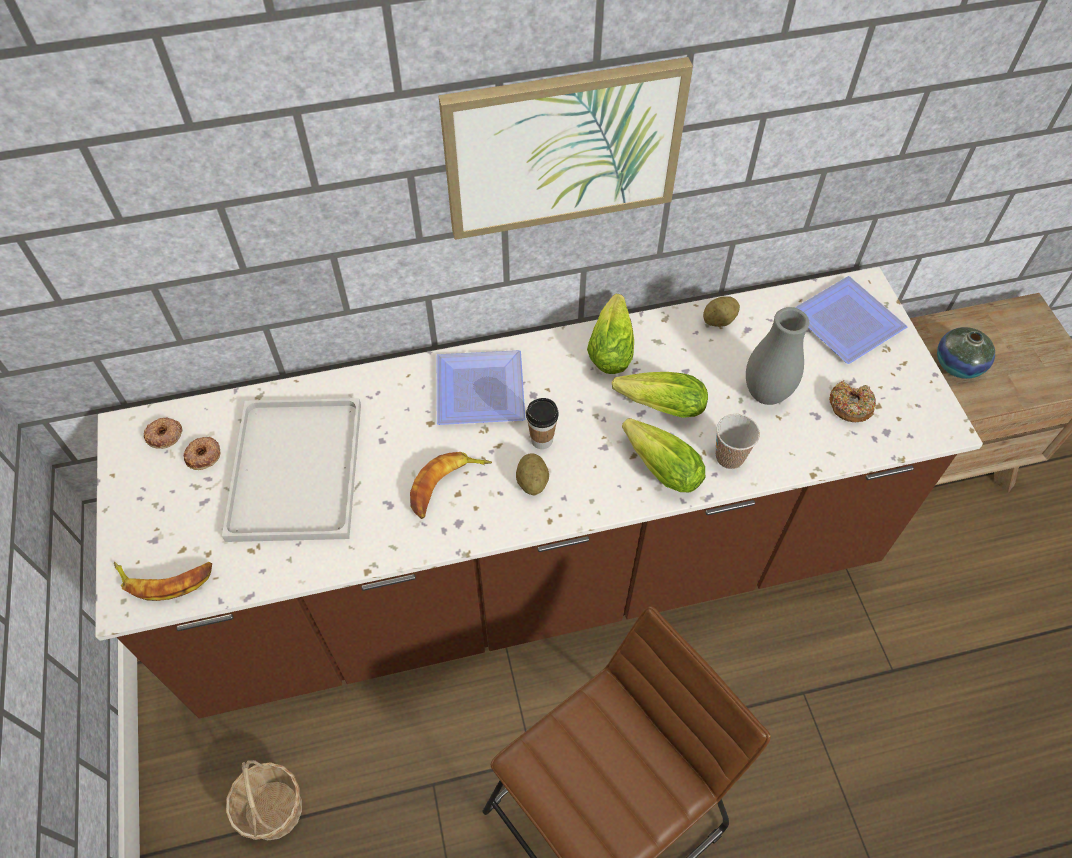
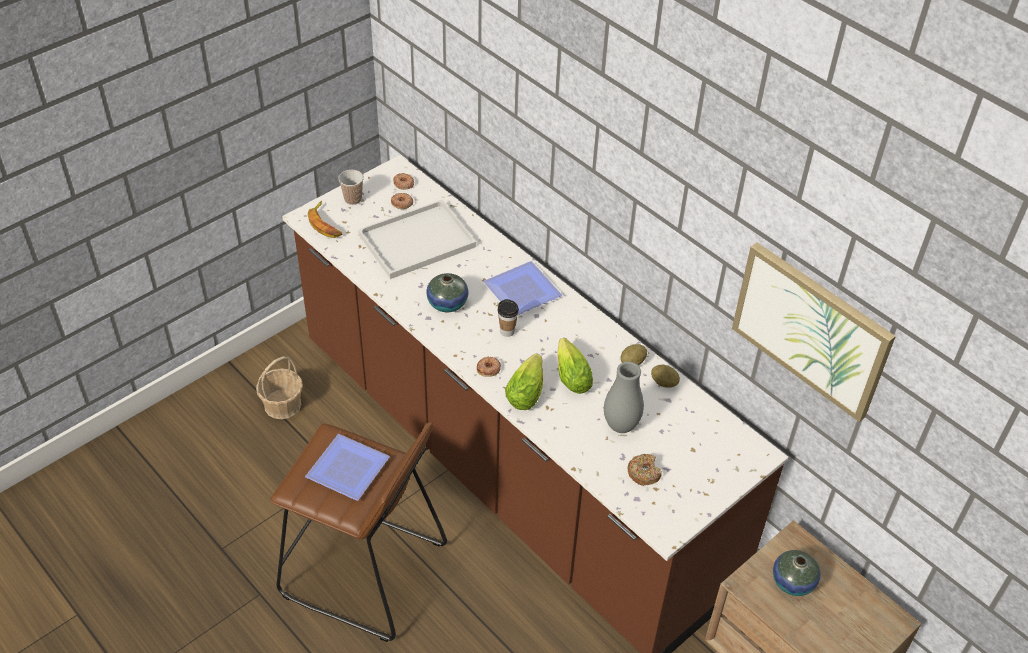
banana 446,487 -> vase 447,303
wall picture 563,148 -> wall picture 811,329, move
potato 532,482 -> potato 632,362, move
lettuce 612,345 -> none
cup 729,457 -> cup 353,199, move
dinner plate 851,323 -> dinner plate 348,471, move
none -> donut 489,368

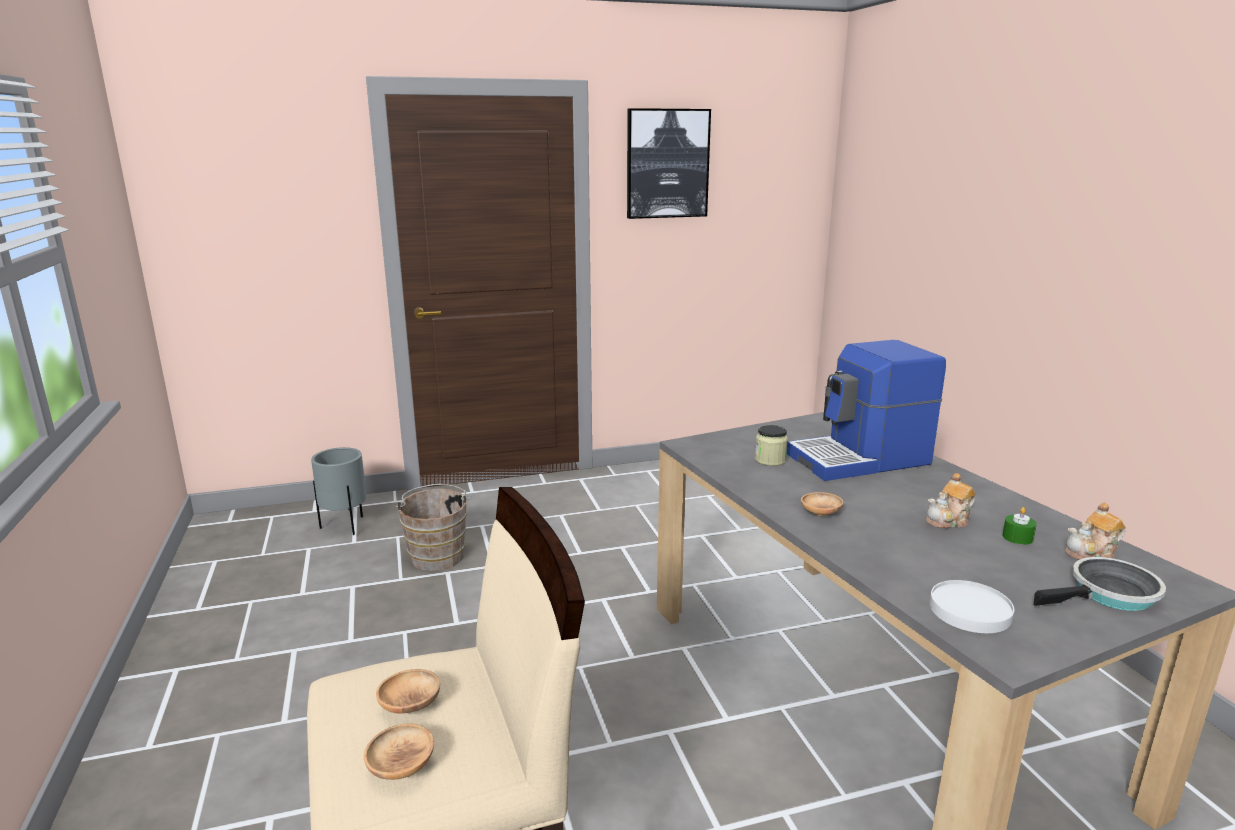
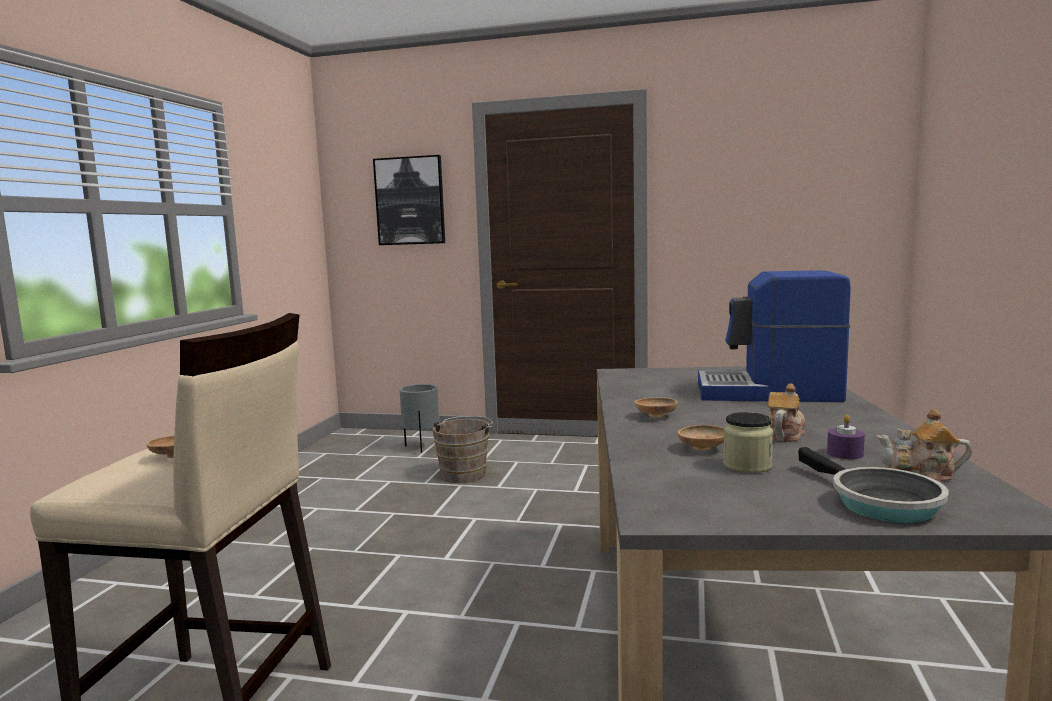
brown-coloured bowl 401,767 -> brown-coloured bowl 703,449, move
wall picture 667,164 -> wall picture 410,201, move
storage jar 770,460 -> storage jar 747,465, move
teapot 949,521 -> teapot 784,435, 120 degrees clockwise
white-coloured dinner plate 970,611 -> none
greenish wax candle 1017,537 -> purple-coloured wax candle 845,453
skillet 1108,594 -> skillet 878,502, 60 degrees clockwise

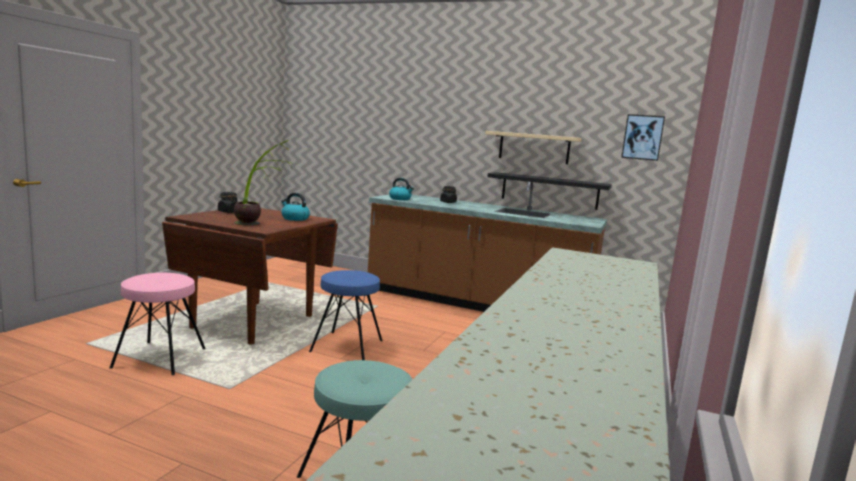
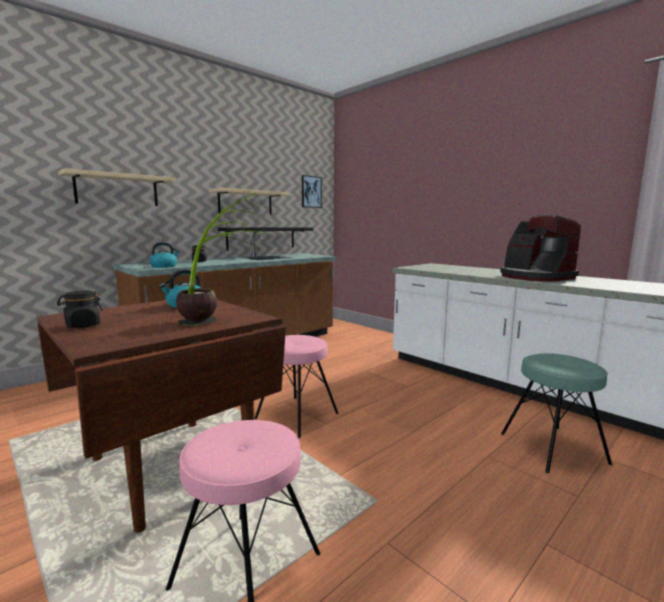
blue-coloured stool seat 347,346 -> pinkish stool seat 297,416
none -> beige-coloured shelf 117,190
none -> coffee maker 534,277

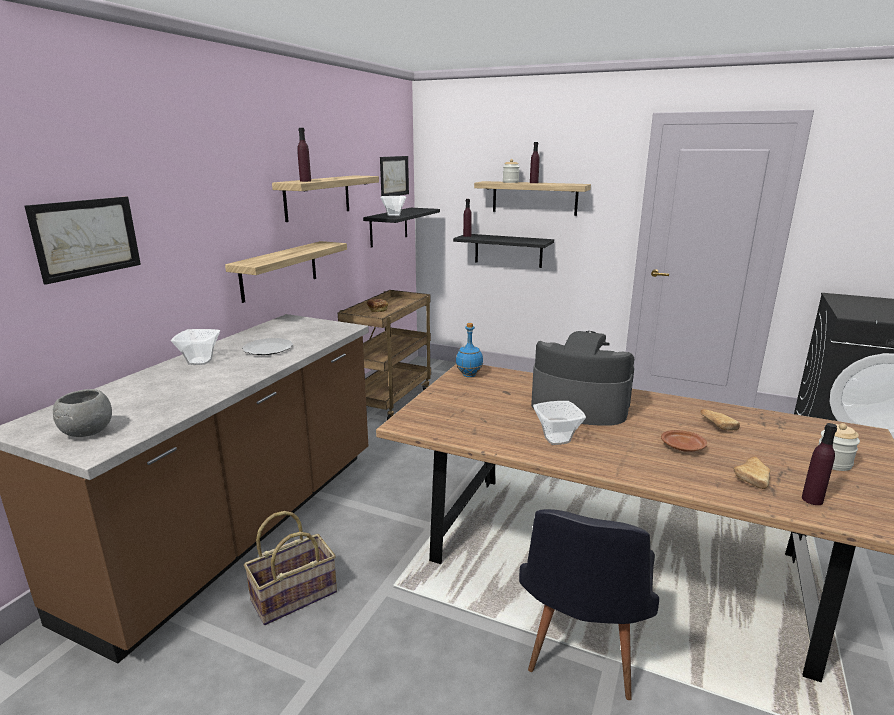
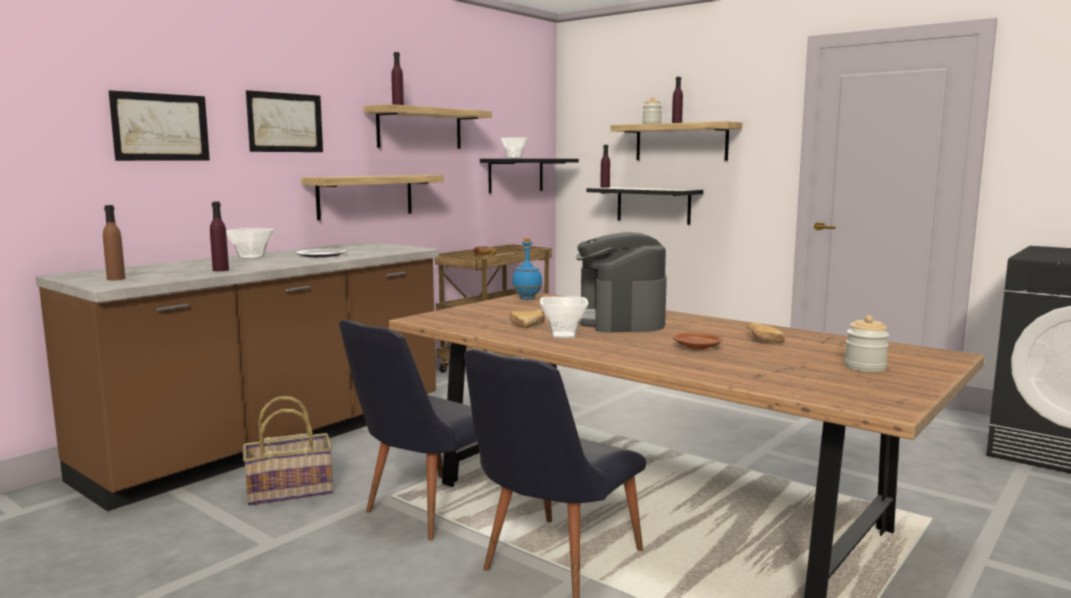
grey bowl 88,432 -> brown-coloured bottle 116,279
wall picture 394,176 -> wall picture 285,122, move
coffee maker 579,406 -> coffee maker 619,320, 135 degrees counterclockwise
baked bread 752,477 -> baked bread 530,324, move
purple-coloured bottle 812,499 -> purple-coloured bottle 220,270, move
none -> blackish chair 425,511

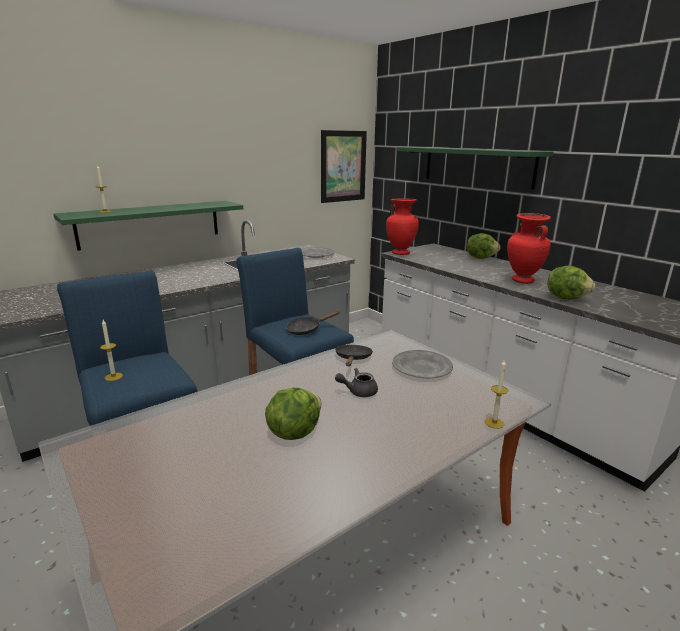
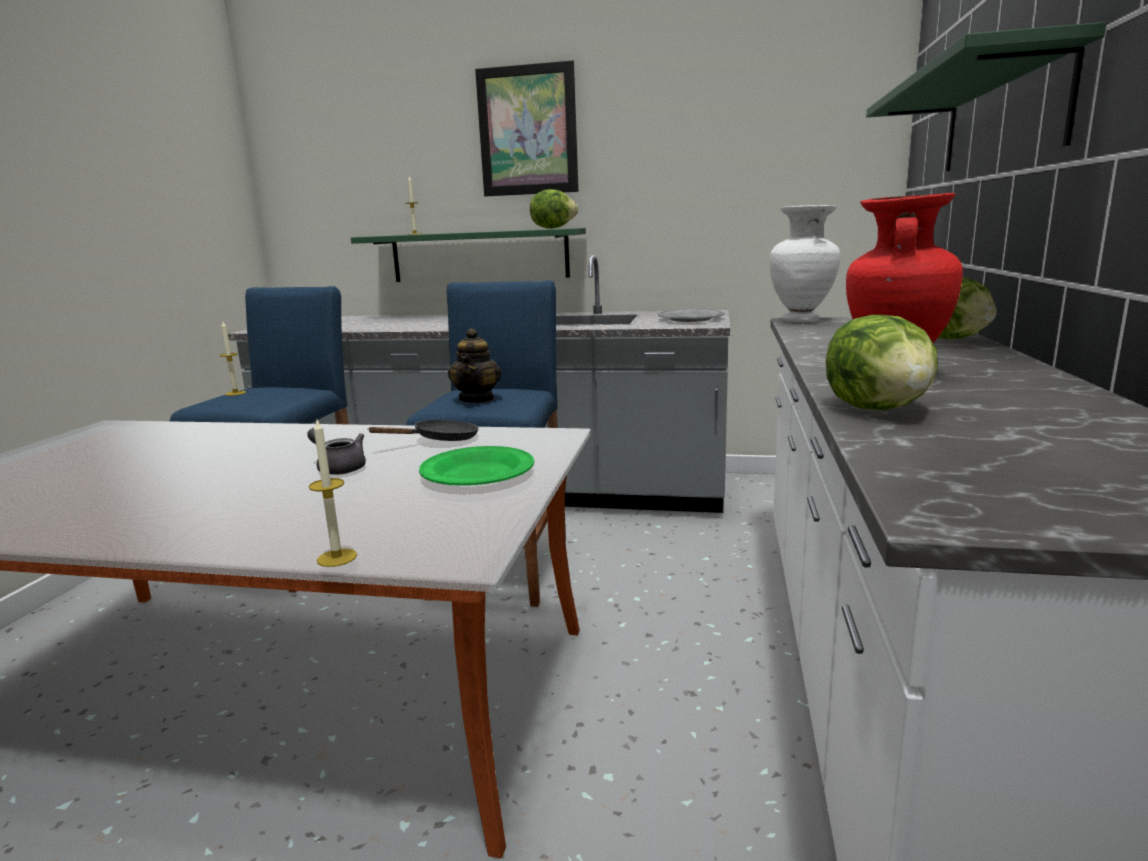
lettuce 293,432 -> lettuce 553,228, move
blackish skillet 307,329 -> teapot 477,399
wall picture 343,166 -> wall picture 528,131, move
red-coloured vase 400,253 -> white-coloured vase 801,321
grey dinner plate 421,367 -> greenish dinner plate 477,473

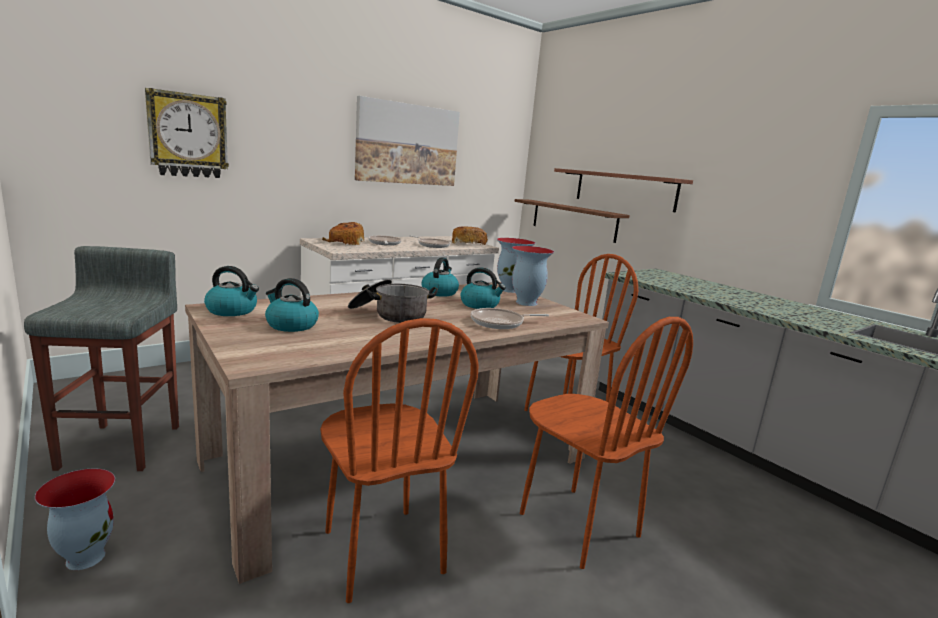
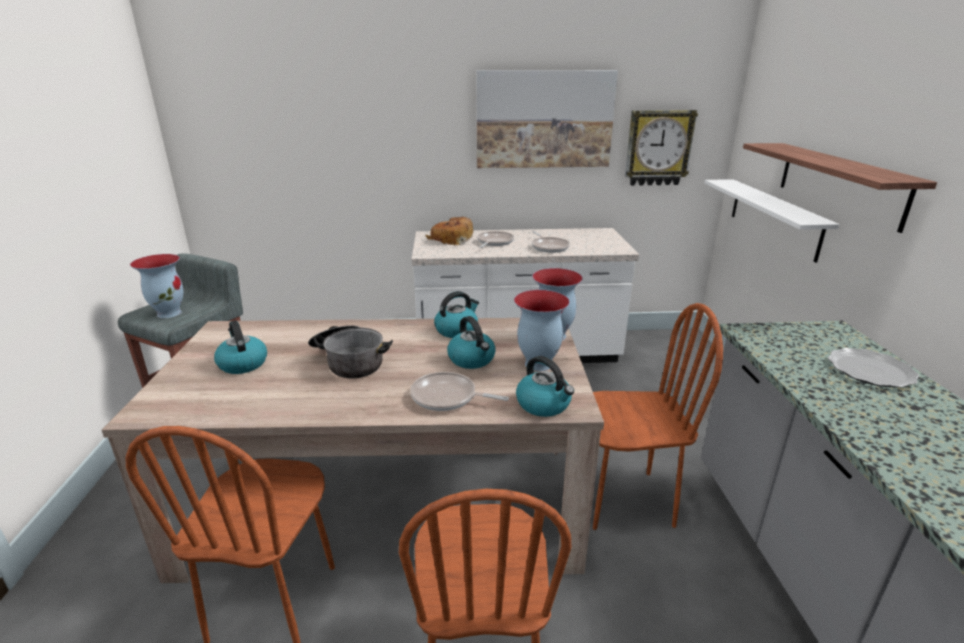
vase 85,557 -> vase 169,313, move
clock on the wall 188,135 -> clock on the wall 658,148, move
kettle 232,311 -> kettle 544,404, move
baked bread 468,243 -> none
brown-coloured shelf 573,220 -> white-coloured shelf 773,217
none -> dinner plate 870,371

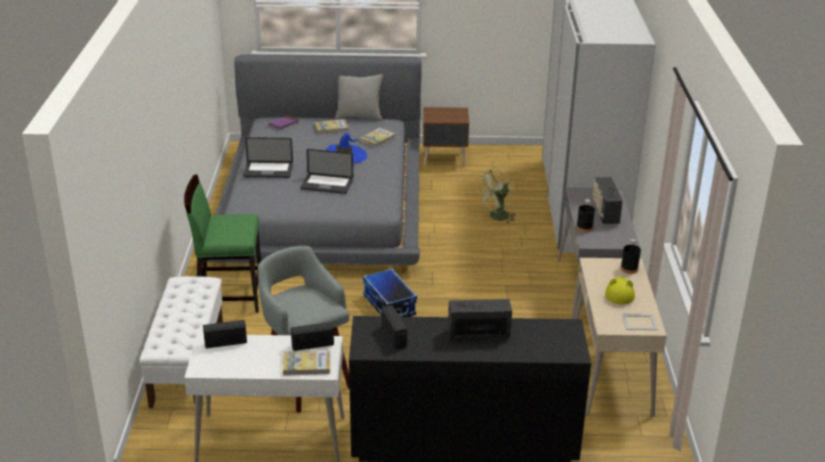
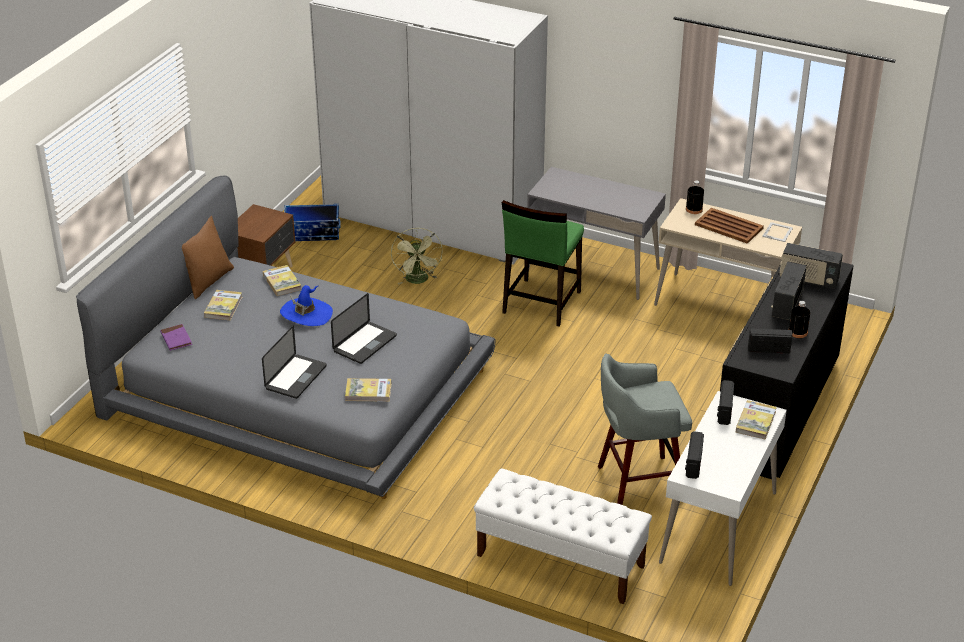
greenish chair 229,296 -> greenish chair 540,303, move
grey cushion 359,117 -> brown-coloured cushion 207,281
storage box 388,306 -> storage box 312,233, move
blackish bottle 584,228 -> blackish bottle 798,332, move
radio receiver 605,213 -> radio receiver 808,280, move
yellow-coloured wearable hat 619,293 -> brown-coloured serving tray 729,227
none -> bound book 368,392

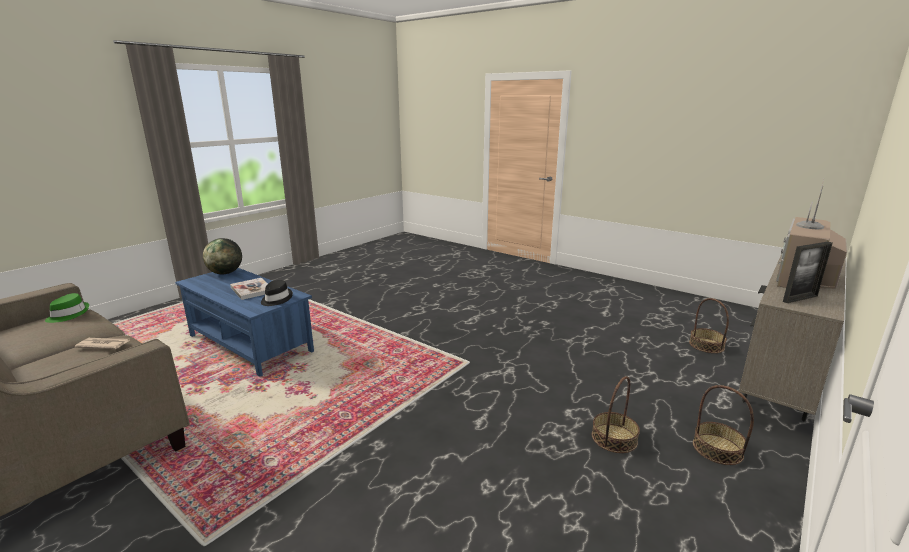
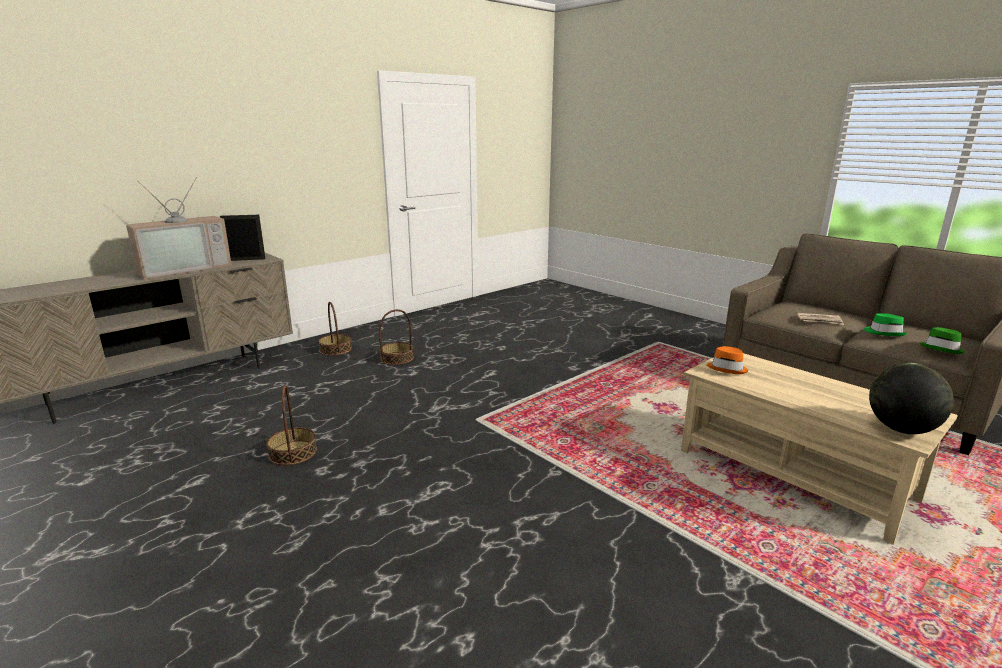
blue-coloured low table 249,344 -> beige-coloured low table 793,474
bound book 252,290 -> none
blackish wearable hat 276,299 -> orangey wearable hat 727,368
storage basket 706,345 -> storage basket 292,452, move
none -> greenish wearable hat 884,333

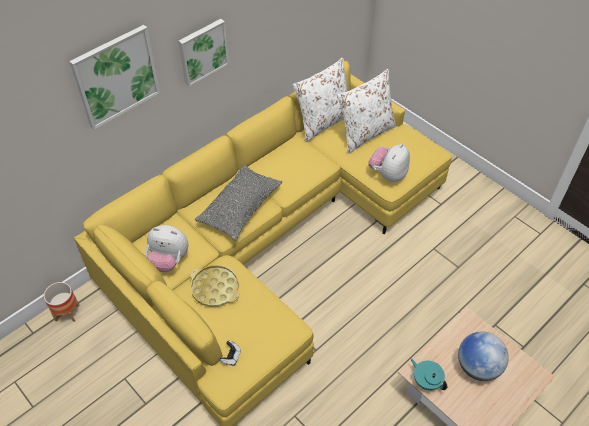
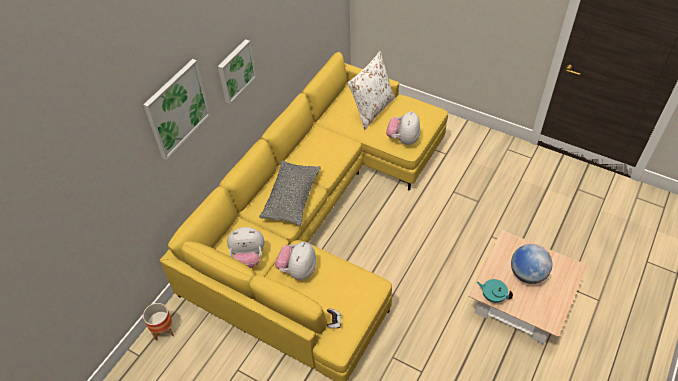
yellow-coloured serving tray 215,288 -> cuddly toy 298,270
white-coloured cushion 323,122 -> none

